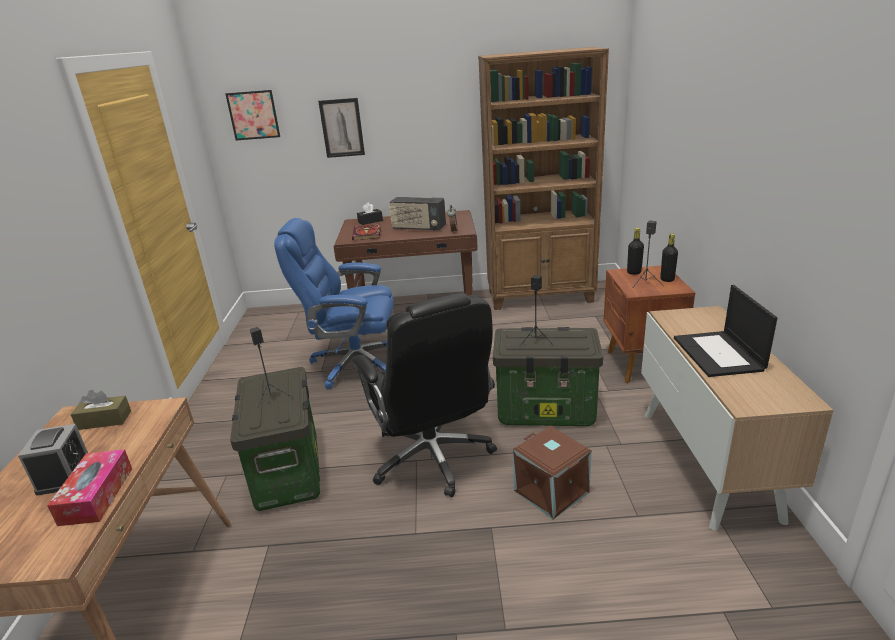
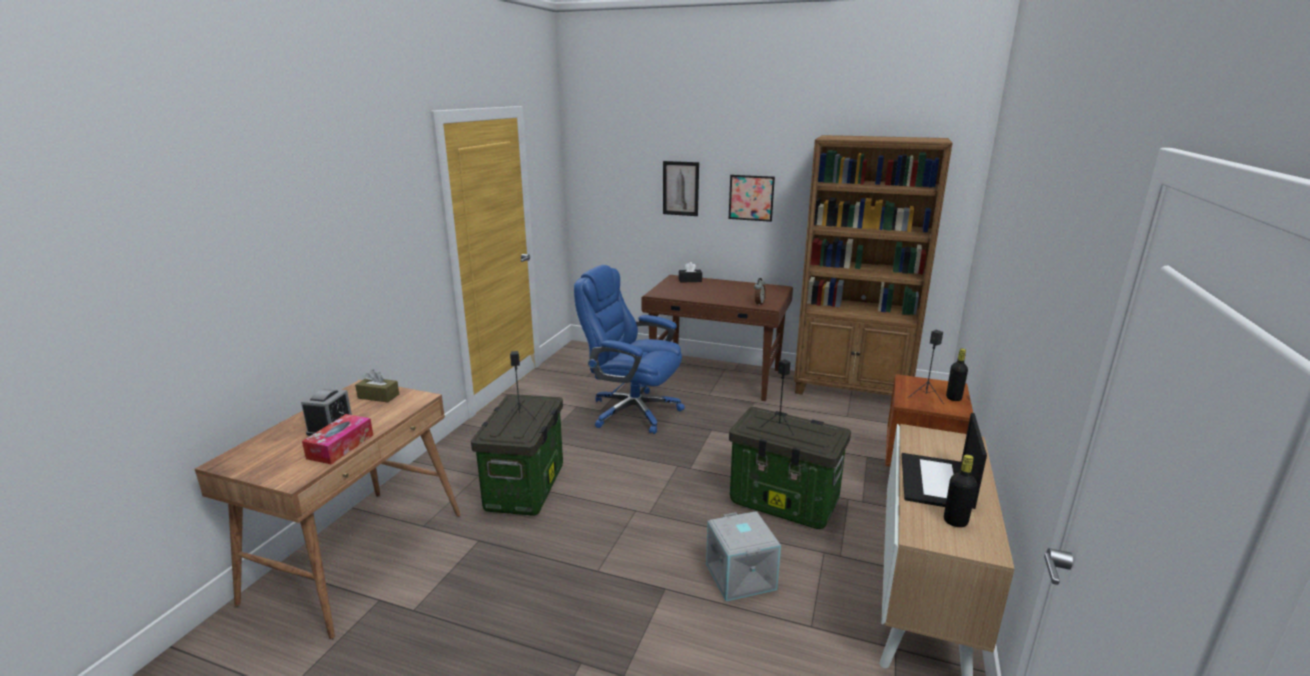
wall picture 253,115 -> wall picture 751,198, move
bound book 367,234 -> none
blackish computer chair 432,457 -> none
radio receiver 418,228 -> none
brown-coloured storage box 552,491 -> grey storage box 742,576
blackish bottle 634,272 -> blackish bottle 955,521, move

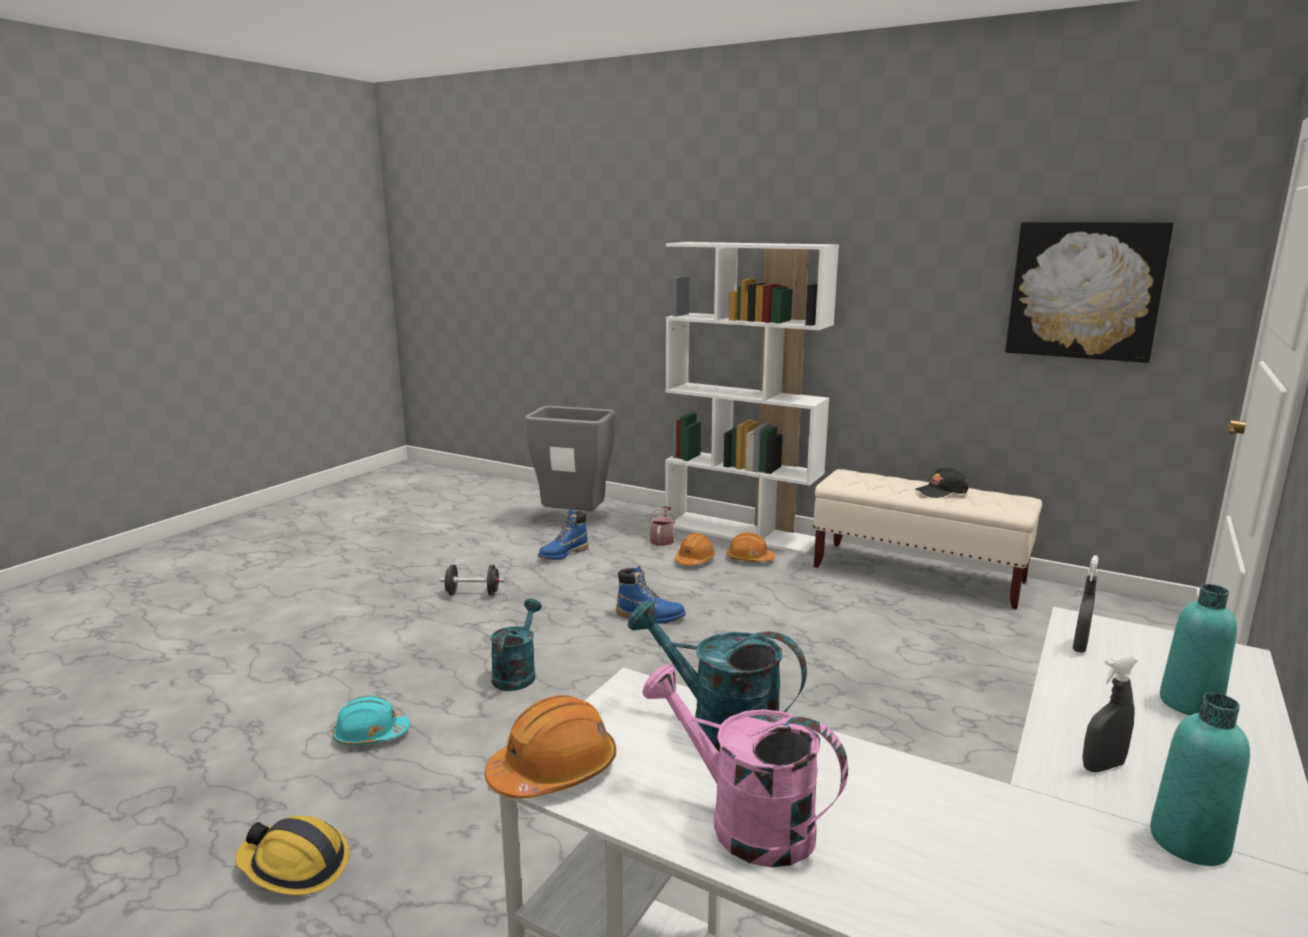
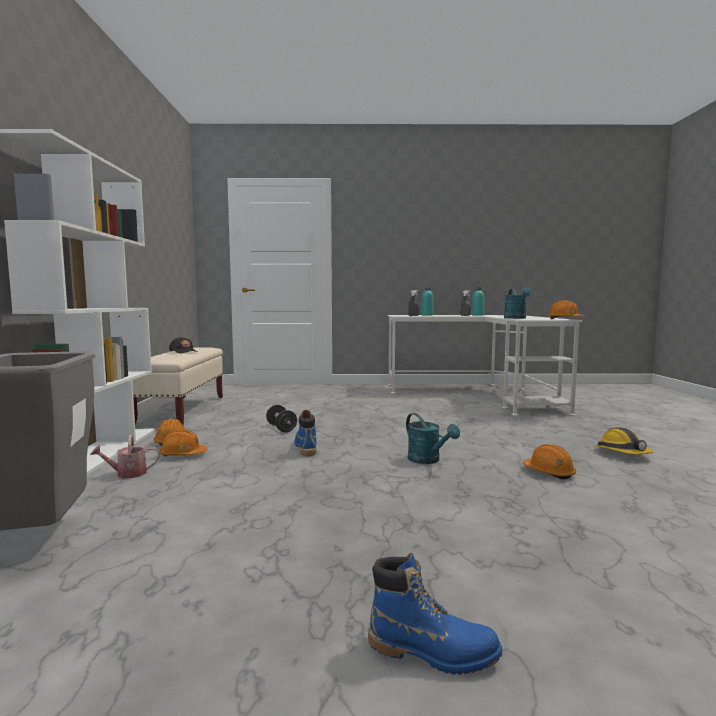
turquoise work helmet 370,735 -> orangey work helmet 549,472
blackish hand weight 473,593 -> blackish hand weight 281,428, move
turquoise watering pot 517,673 -> turquoise watering pot 428,460, 105 degrees counterclockwise
blue-coloured boot 563,554 -> blue-coloured boot 432,651, move
pinkish watering pot 744,820 -> none
wall picture 1084,290 -> none

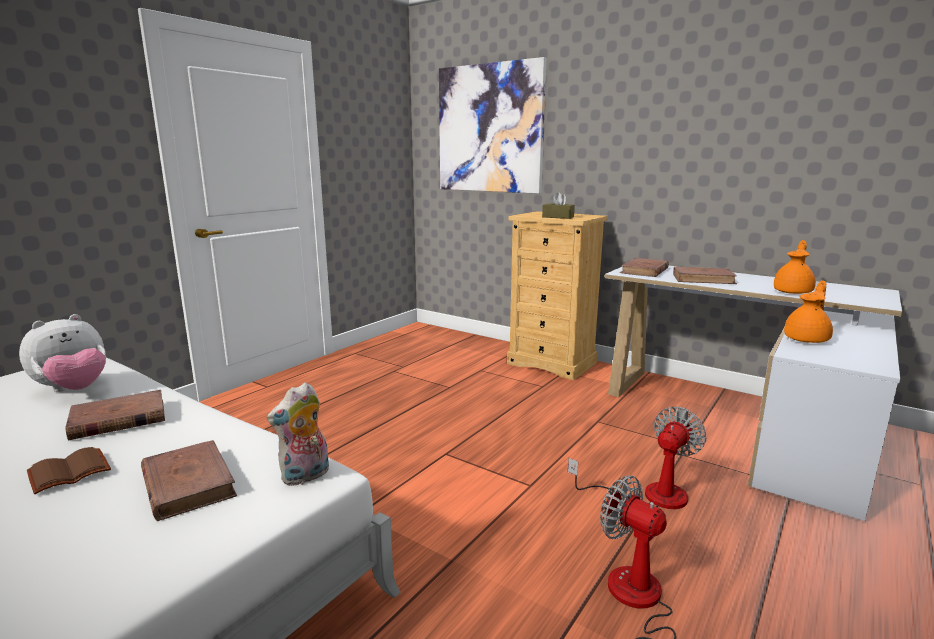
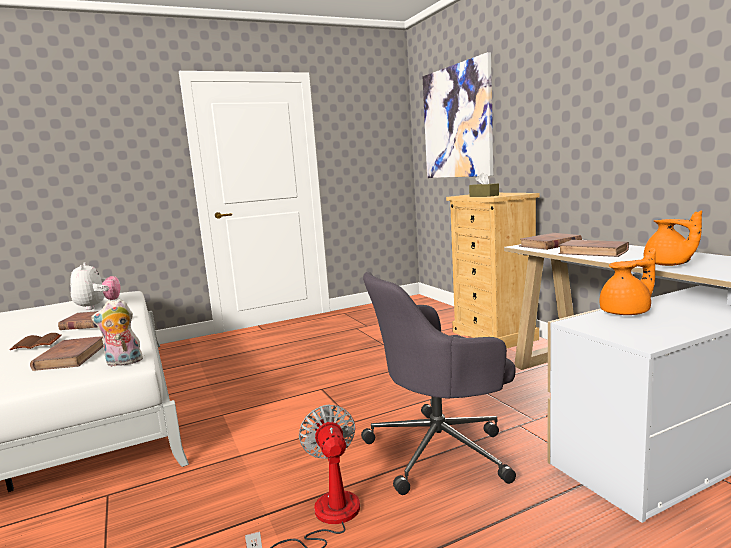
cuddly toy 74,389 -> cuddly toy 98,307, 90 degrees counterclockwise
cooling fan 649,496 -> grey computer chair 441,450
orangey teapot 793,292 -> orangey teapot 668,265, 90 degrees clockwise

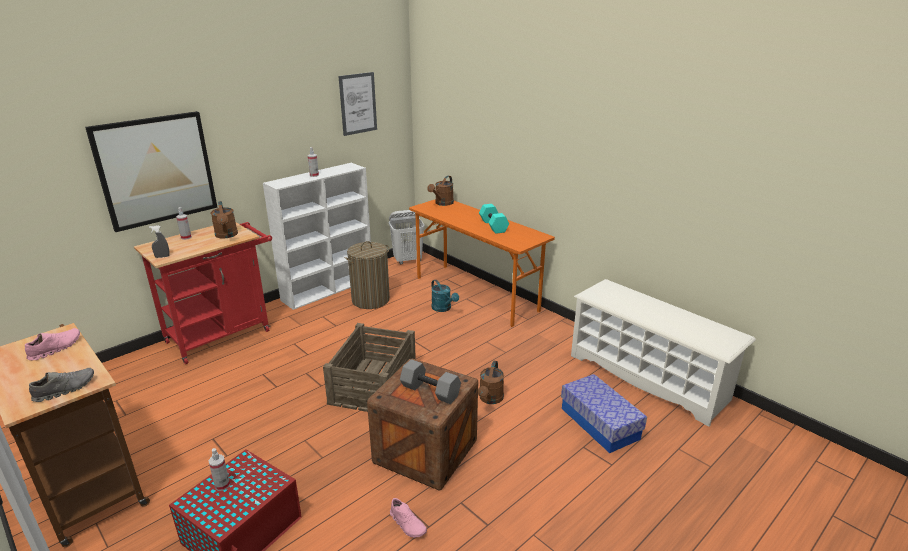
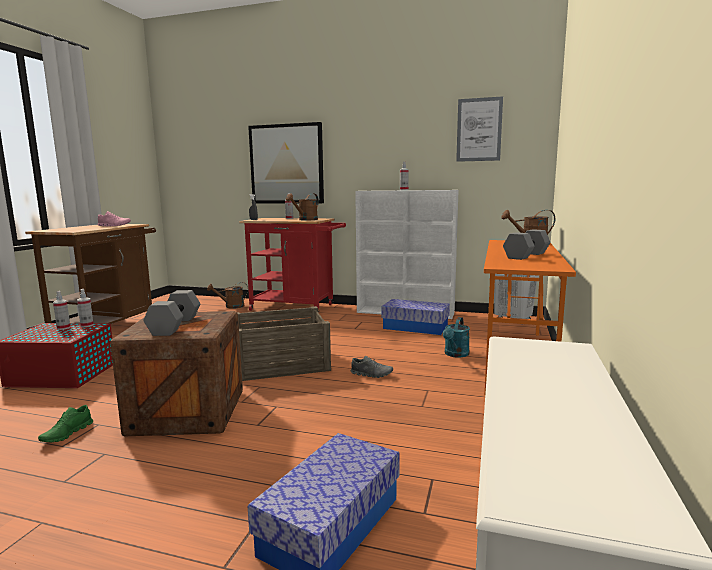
grey item of footwear 65,389 -> grey item of footwear 371,374, move
laundry basket 370,300 -> storage box 415,327
pinkish item of footwear 408,524 -> greenish item of footwear 67,434
brown-coloured watering pot 490,399 -> brown-coloured watering pot 231,306, move
turquoise hand weight 494,226 -> grey hand weight 527,256
none -> spray bottle 87,325

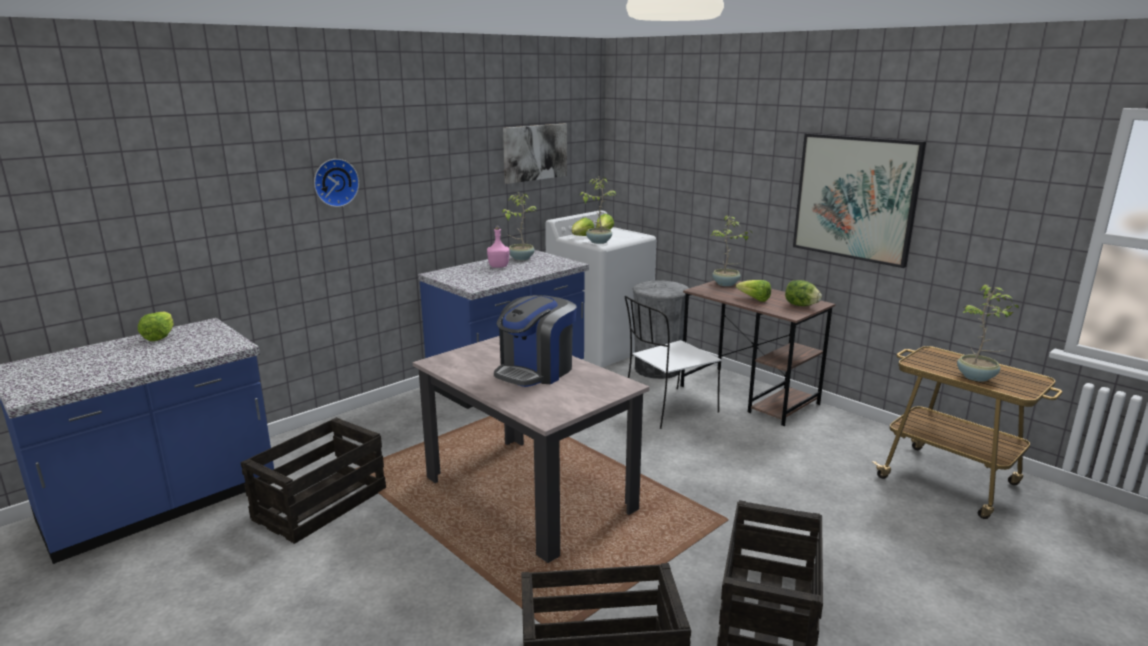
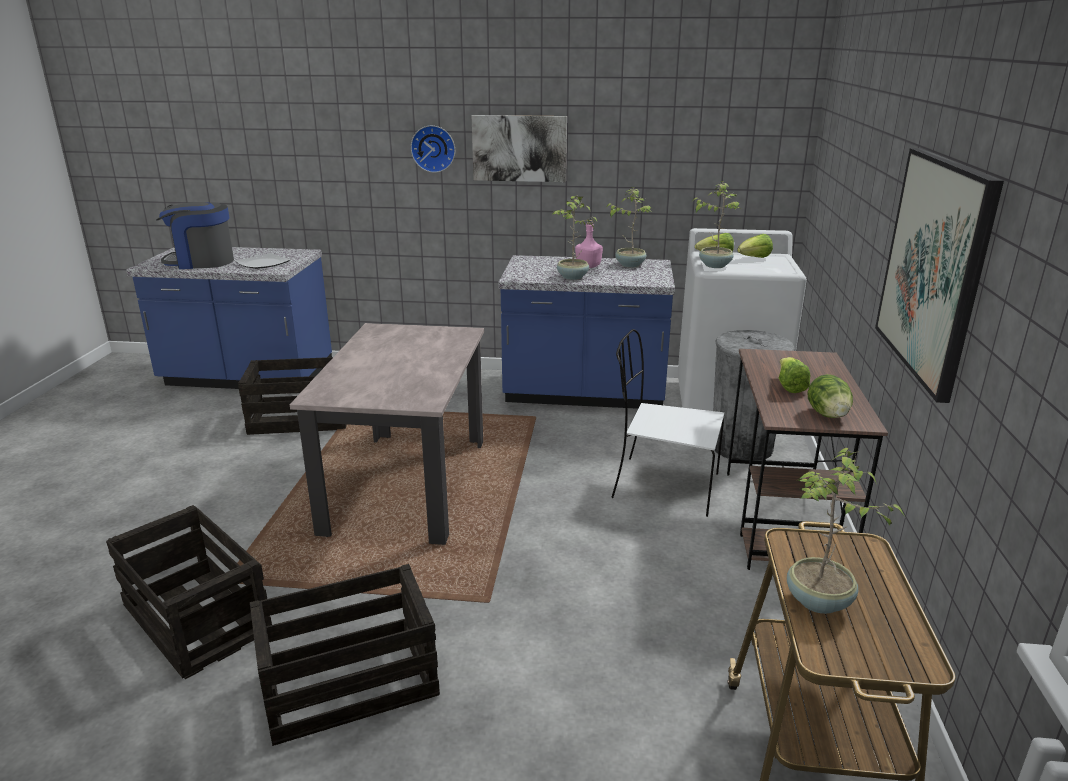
lettuce 160,336 -> none
coffee maker 536,371 -> coffee maker 201,262, move
wall picture 534,152 -> wall picture 519,148, move
plant in a pot 726,284 -> plant in a pot 572,277, move
none -> dinner plate 263,264

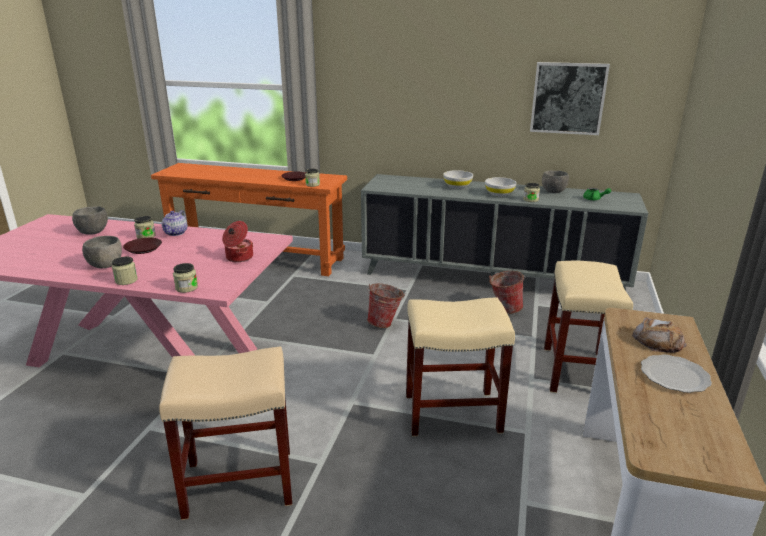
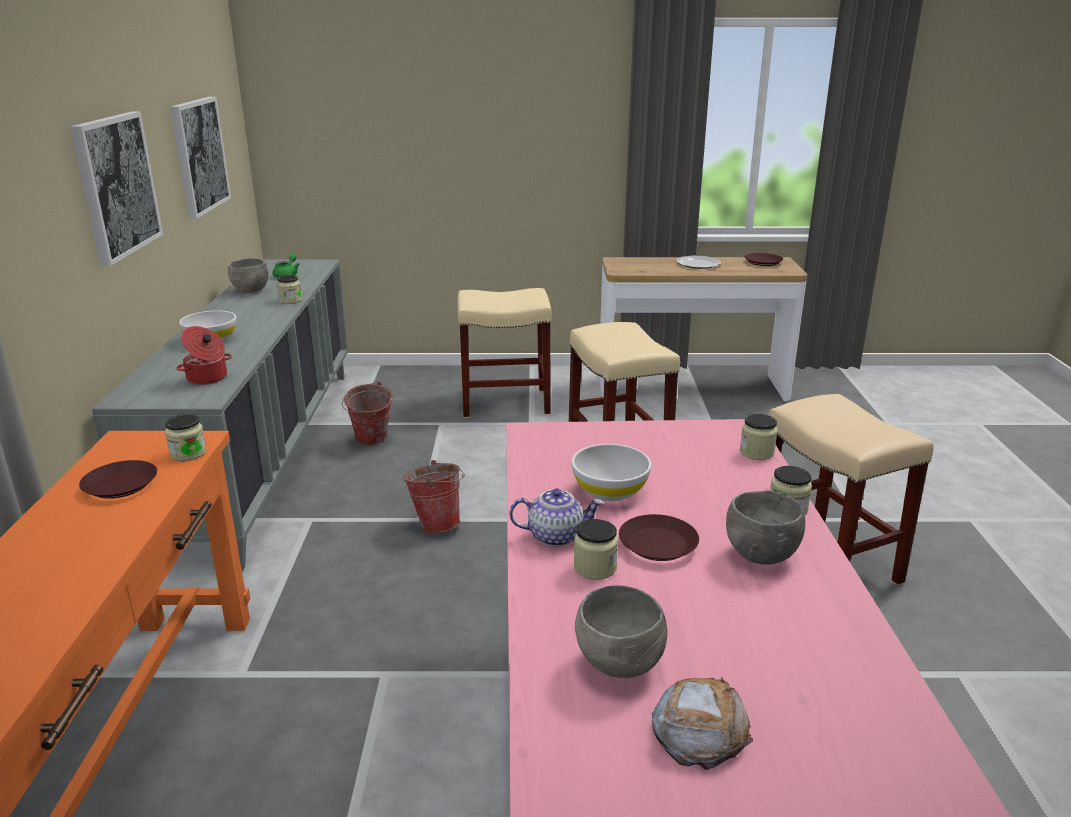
stockpot 238,257 -> stockpot 207,378, move
white-coloured bowl 499,194 -> white-coloured bowl 610,490, move
baked bread 658,341 -> baked bread 699,729, move
none -> wall picture 116,185
none -> brown-coloured dinner plate 762,262

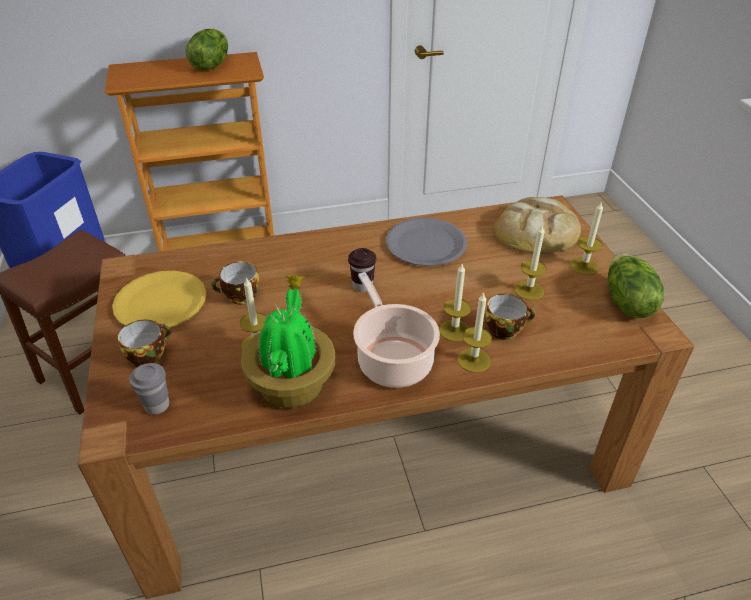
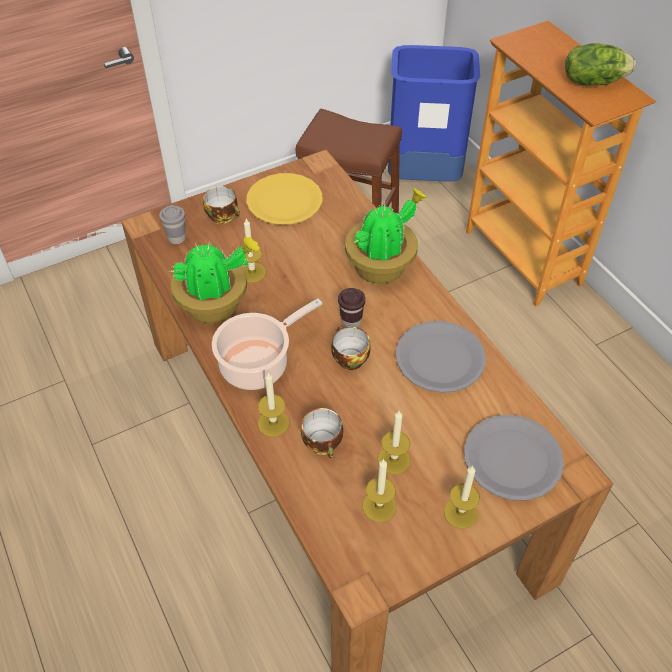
cup 240,297 -> cup 348,358, move
wax candle 454,330 -> wax candle 379,506, move
baked bread 536,231 -> grey dinner plate 512,459
lettuce 626,302 -> none
none -> plant in a pot 382,266

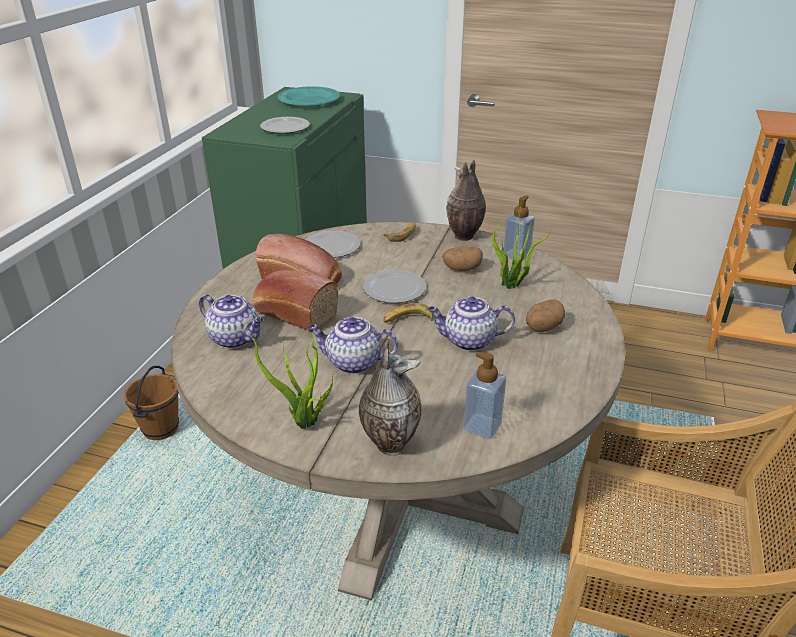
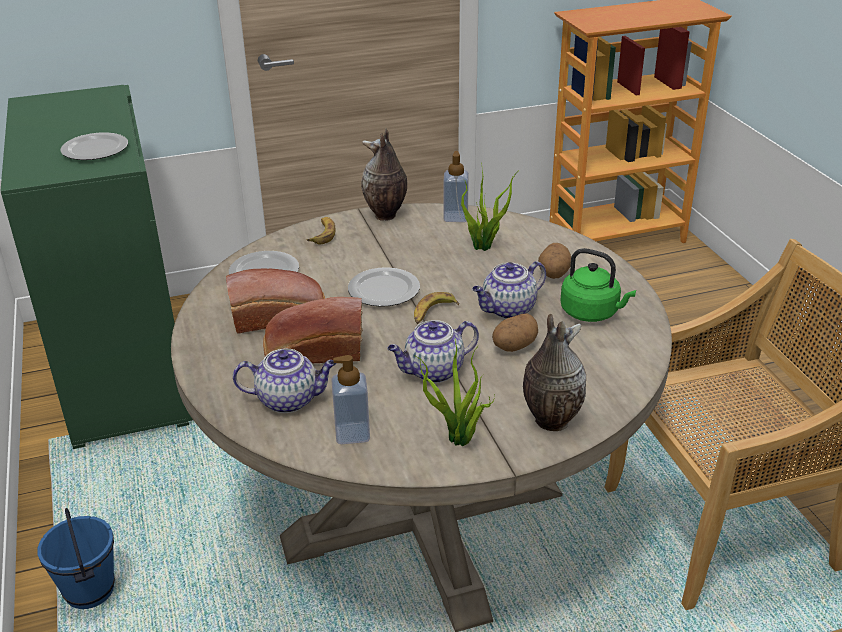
brown-coloured bucket 160,429 -> blue-coloured bucket 89,591
turquoise dinner plate 309,100 -> none
potato 461,269 -> potato 513,346, move
liquid soap bottle 482,426 -> liquid soap bottle 352,433, move
none -> greenish kettle 592,313

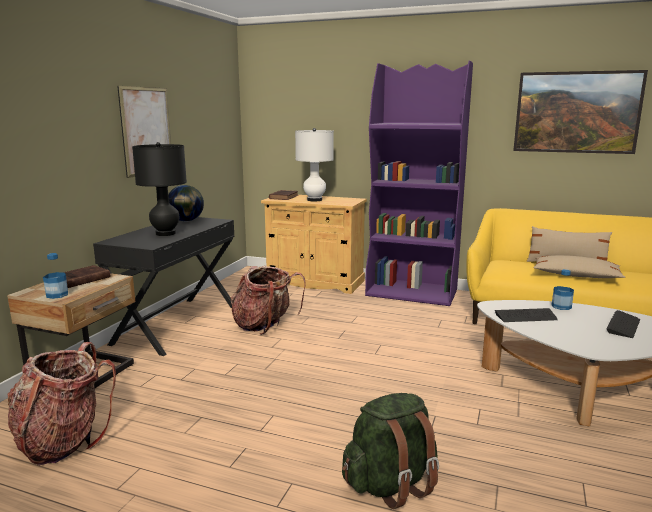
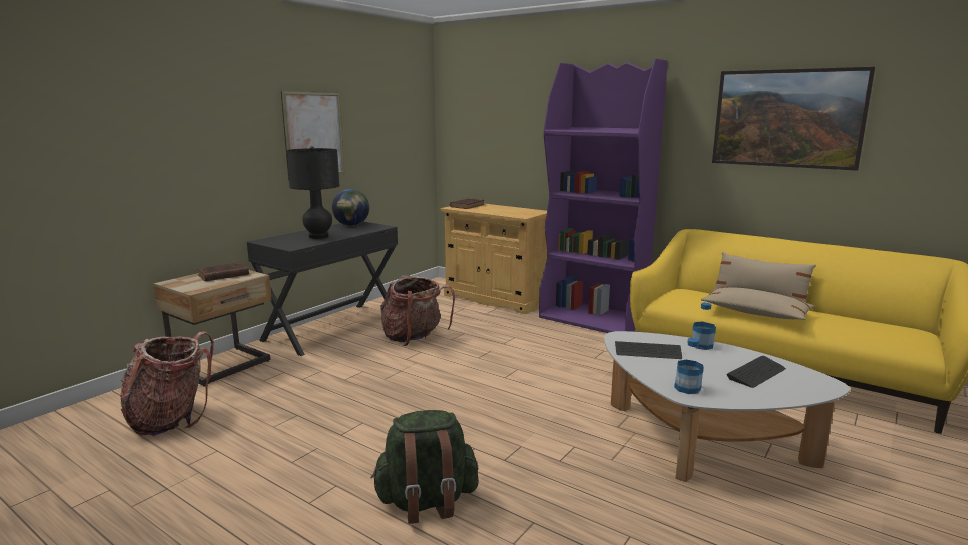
bottle 57,295 -> bottle 687,388, move
white-coloured table lamp 314,200 -> none

